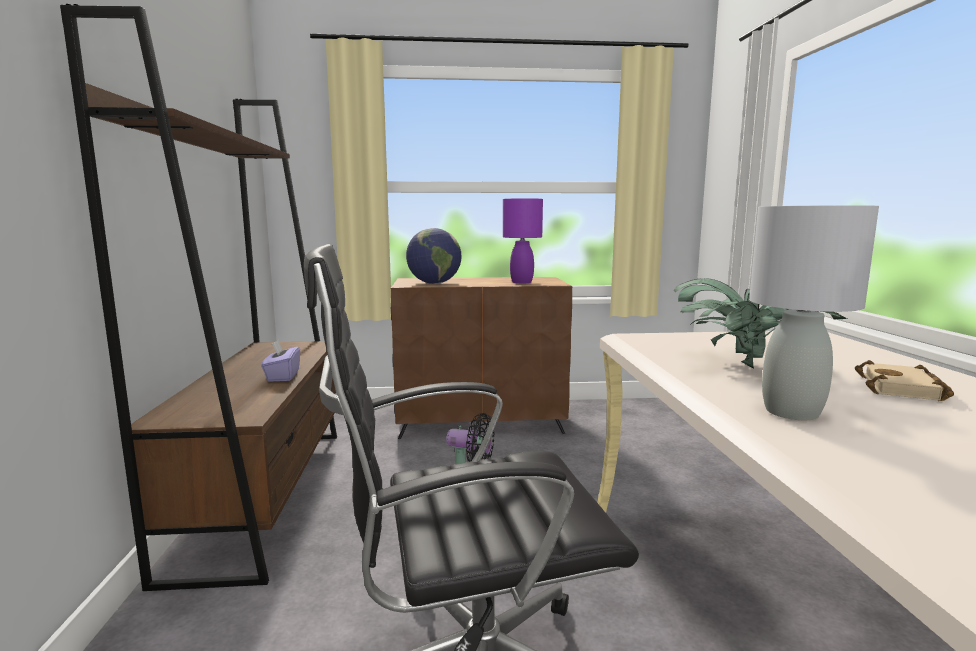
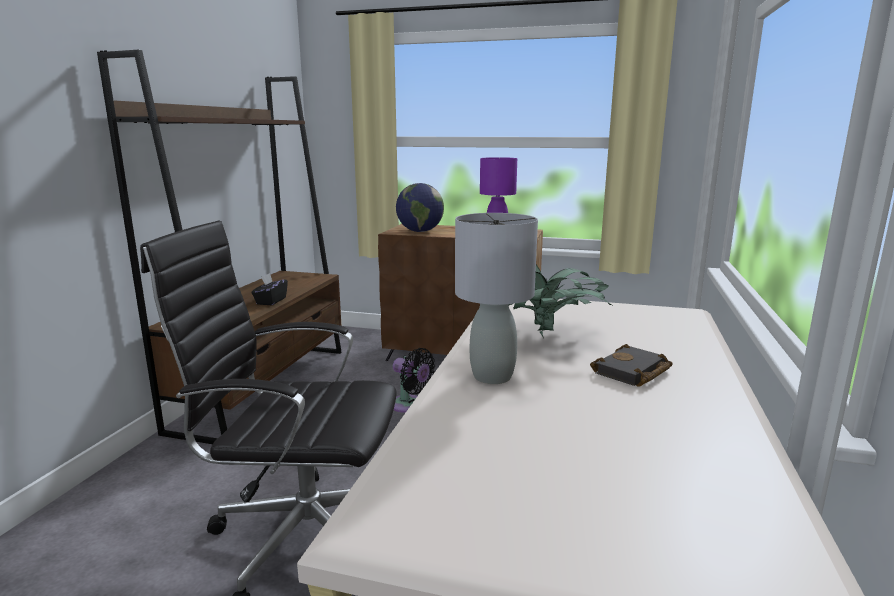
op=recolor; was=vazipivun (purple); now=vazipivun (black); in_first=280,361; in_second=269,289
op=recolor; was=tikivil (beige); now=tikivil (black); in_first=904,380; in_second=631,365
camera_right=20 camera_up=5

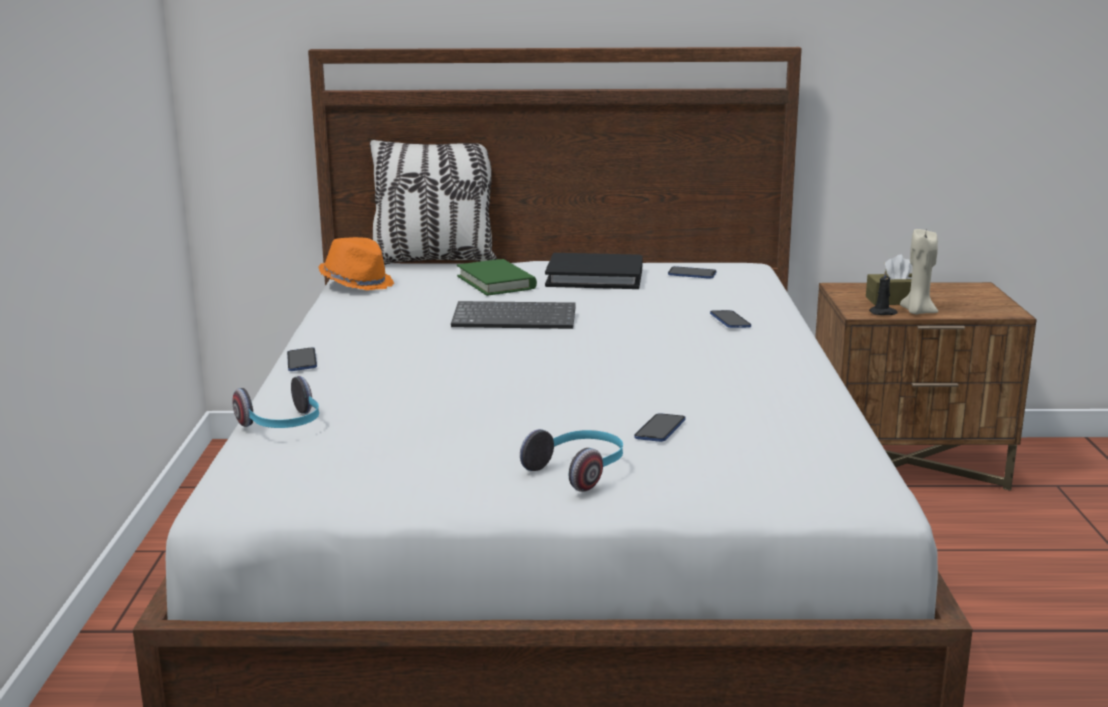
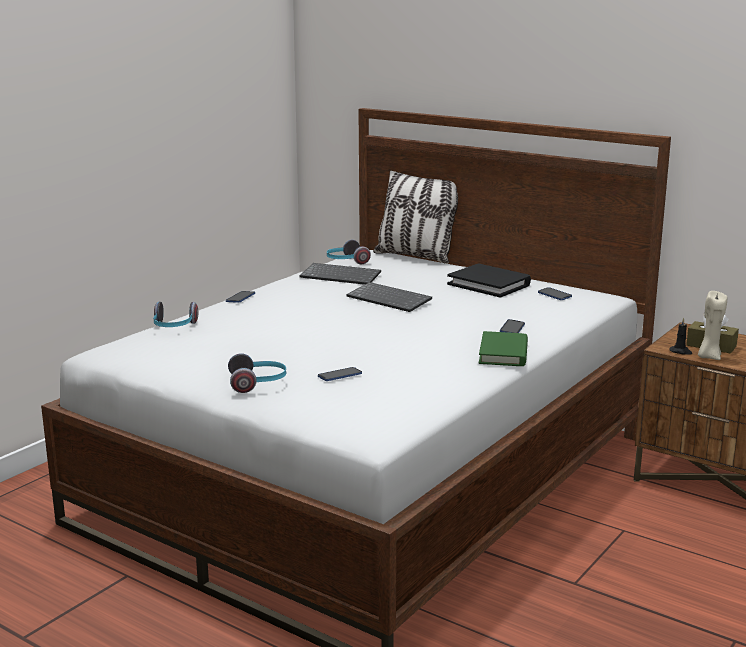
op=replace; was=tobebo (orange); now=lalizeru; in_first=356,263; in_second=349,252
op=move; was=tikivil (green); in_first=497,277; in_second=503,348
op=insert; now=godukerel; in_second=340,274
camera_right=35 camera_up=0

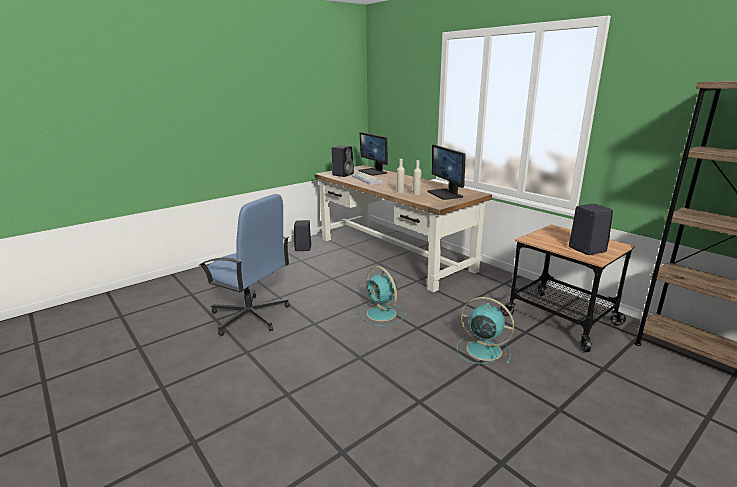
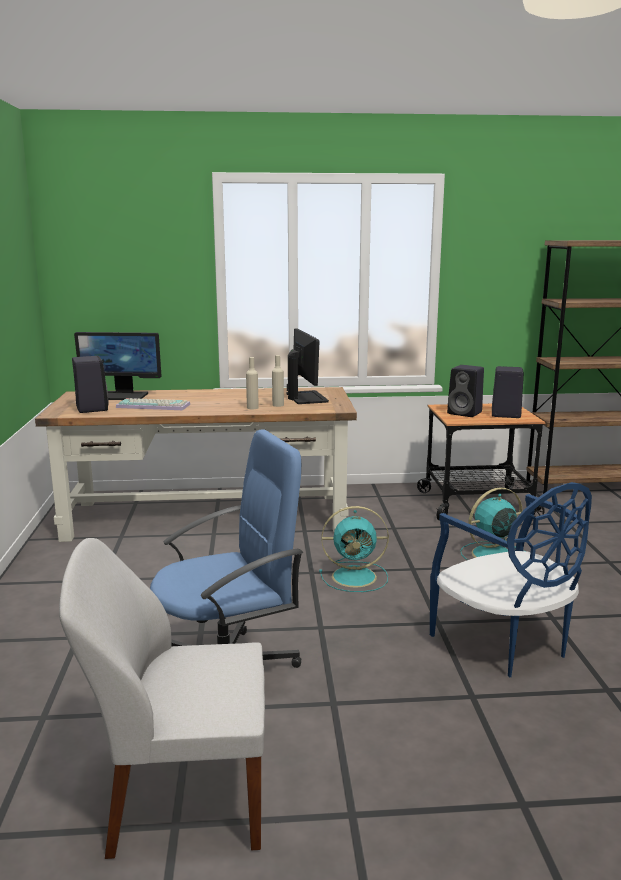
op=move; was=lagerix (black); in_first=302,235; in_second=465,391
op=rotate; was=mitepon; in_first=446,172; in_second=308,366; clockwise=-120
op=insert; now=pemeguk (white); in_second=162,698
op=insert; now=pemeguk (blue); in_second=511,579
camera_right=-55 camera_up=-5

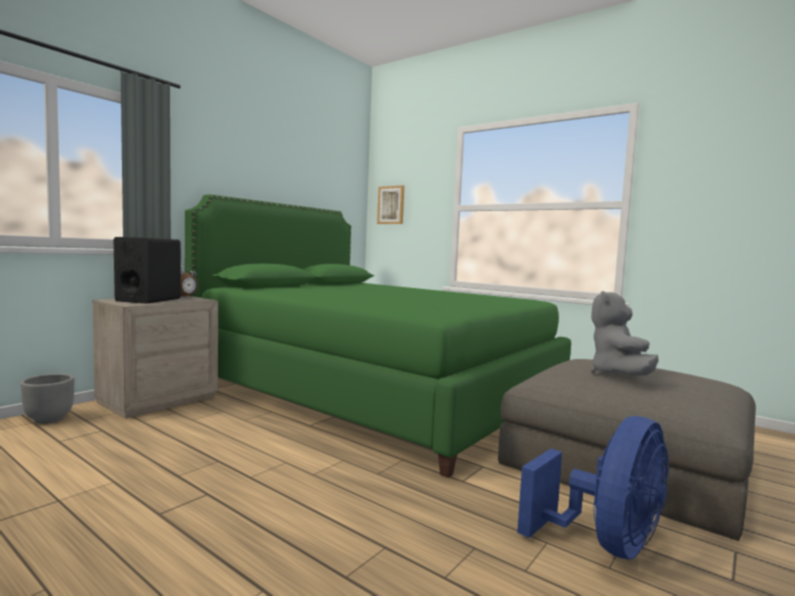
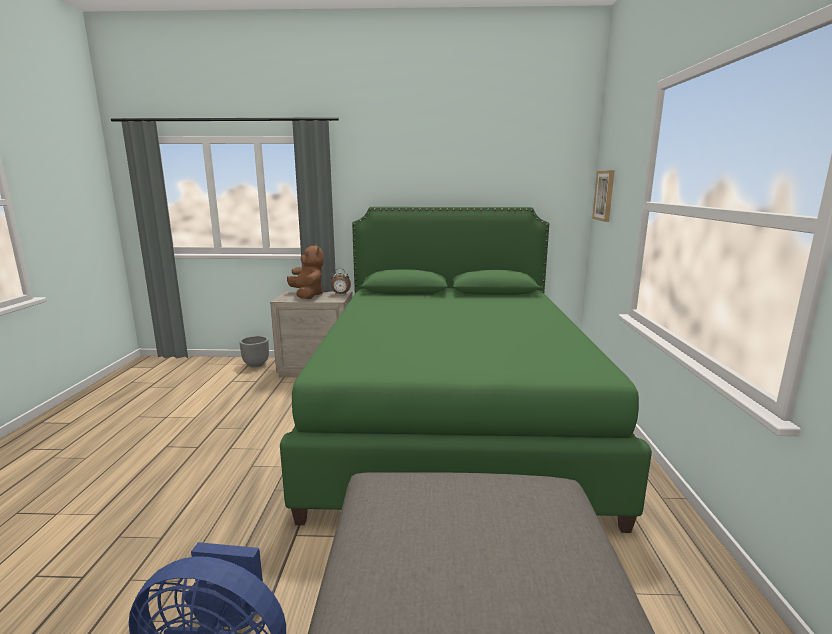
op=replace; was=lagerix (black); now=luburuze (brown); in_first=147,270; in_second=305,271
op=delete; was=luburuze (grey); in_first=624,333
camera_right=55 camera_up=10

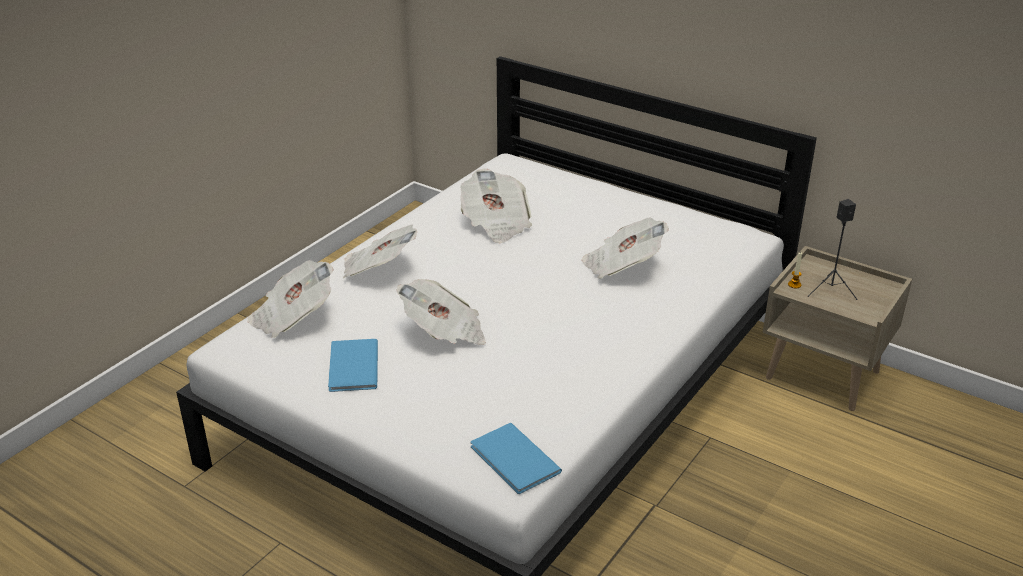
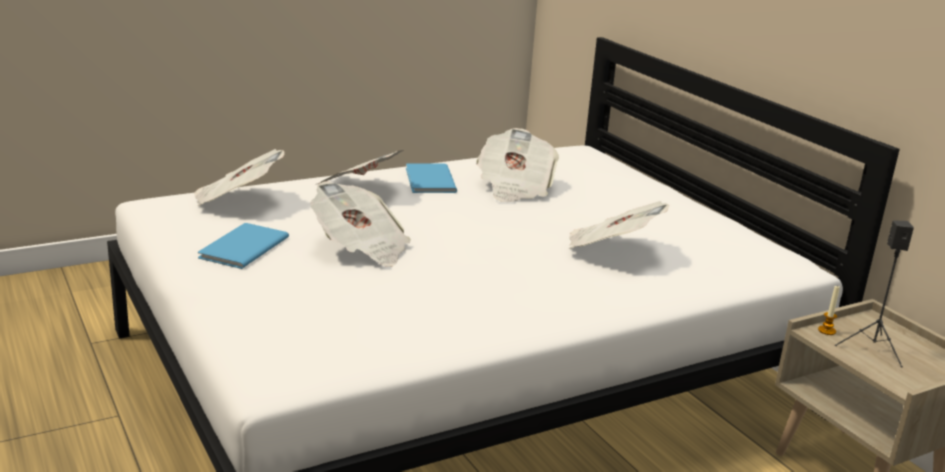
op=move; was=tikivil (blue); in_first=516,458; in_second=431,178
camera_right=25 camera_up=-10

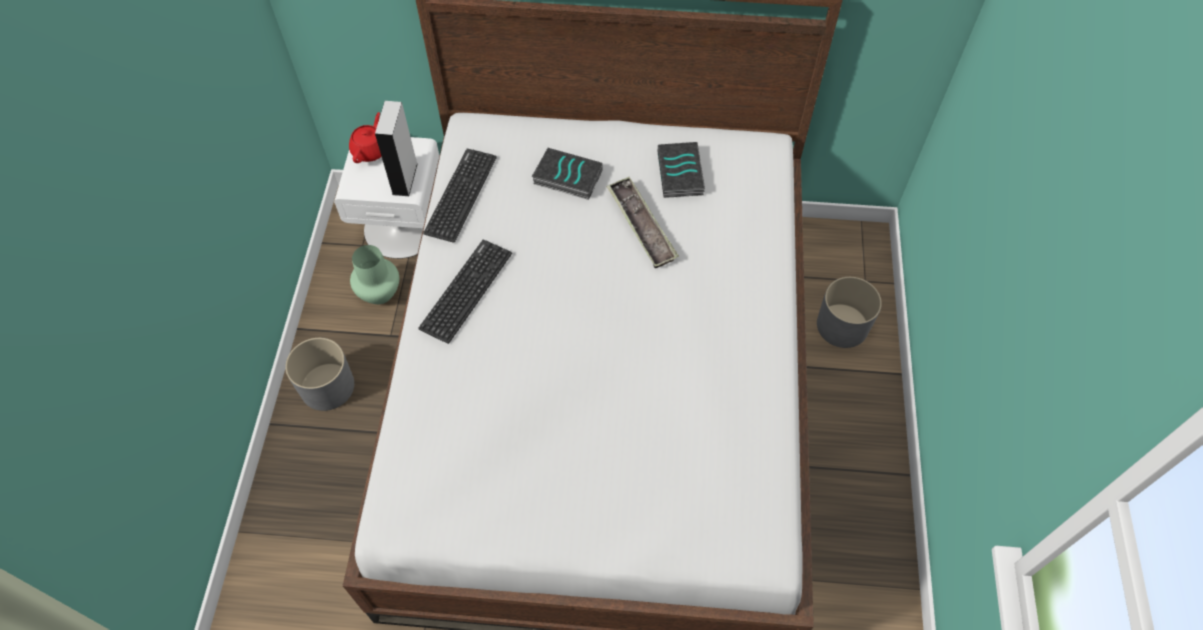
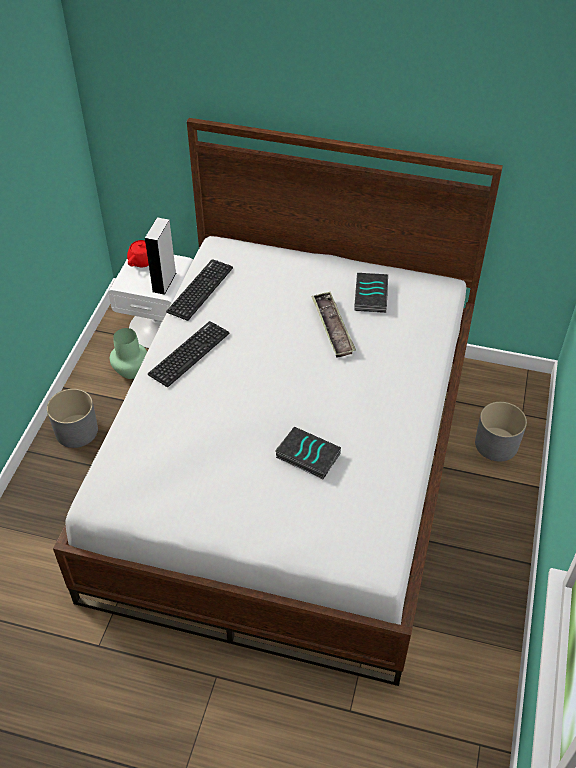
op=move; was=tikivil; in_first=567,174; in_second=308,453
camera_right=10 camera_up=-10

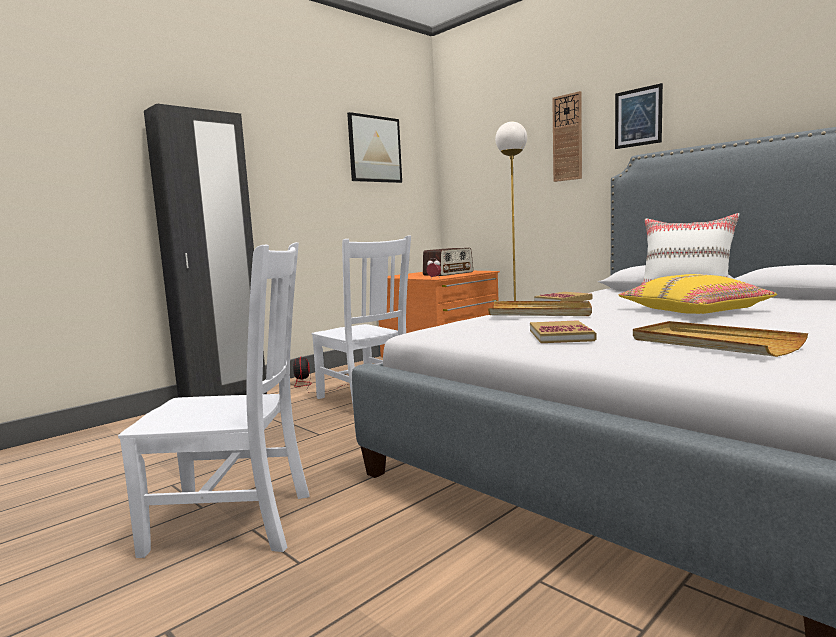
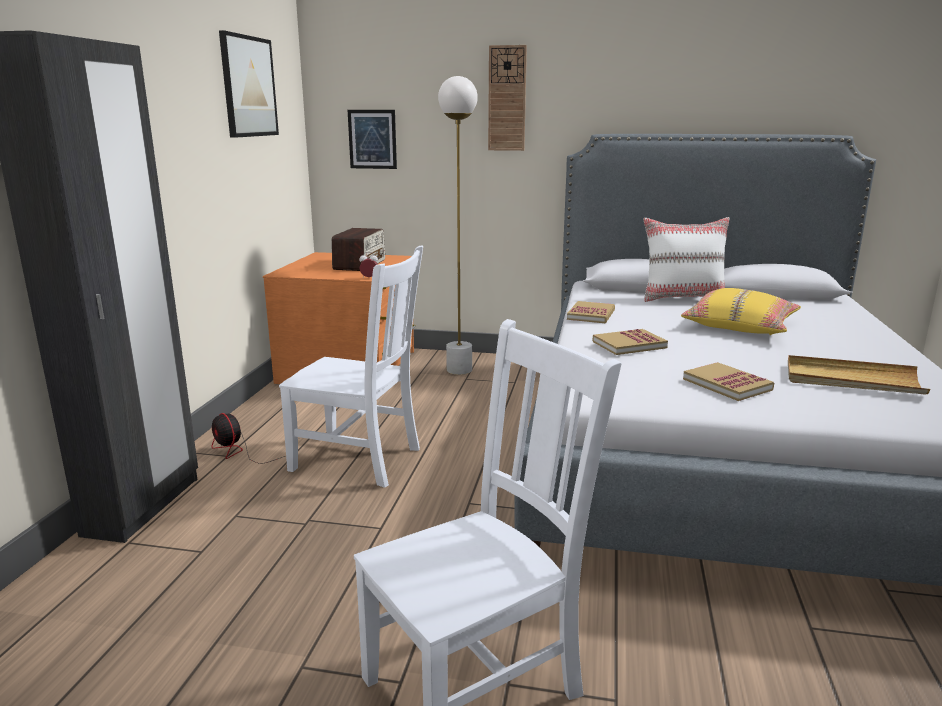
op=replace; was=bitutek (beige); now=tikivil; in_first=540,308; in_second=630,342
op=move; was=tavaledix; in_first=639,116; in_second=372,139
camera_right=-35 camera_up=10

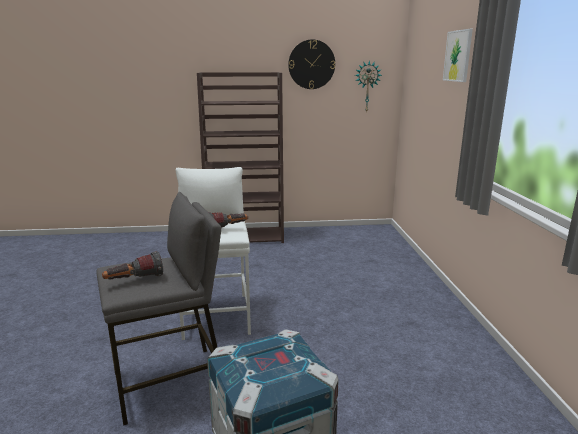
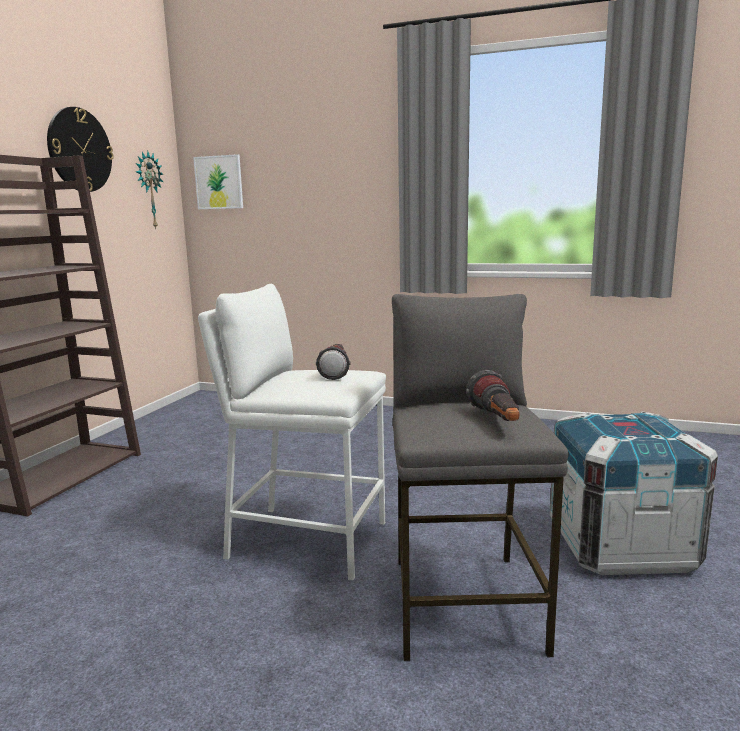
op=move; was=tavaledix; in_first=458,55; in_second=218,181
camera_right=-65 camera_up=-5

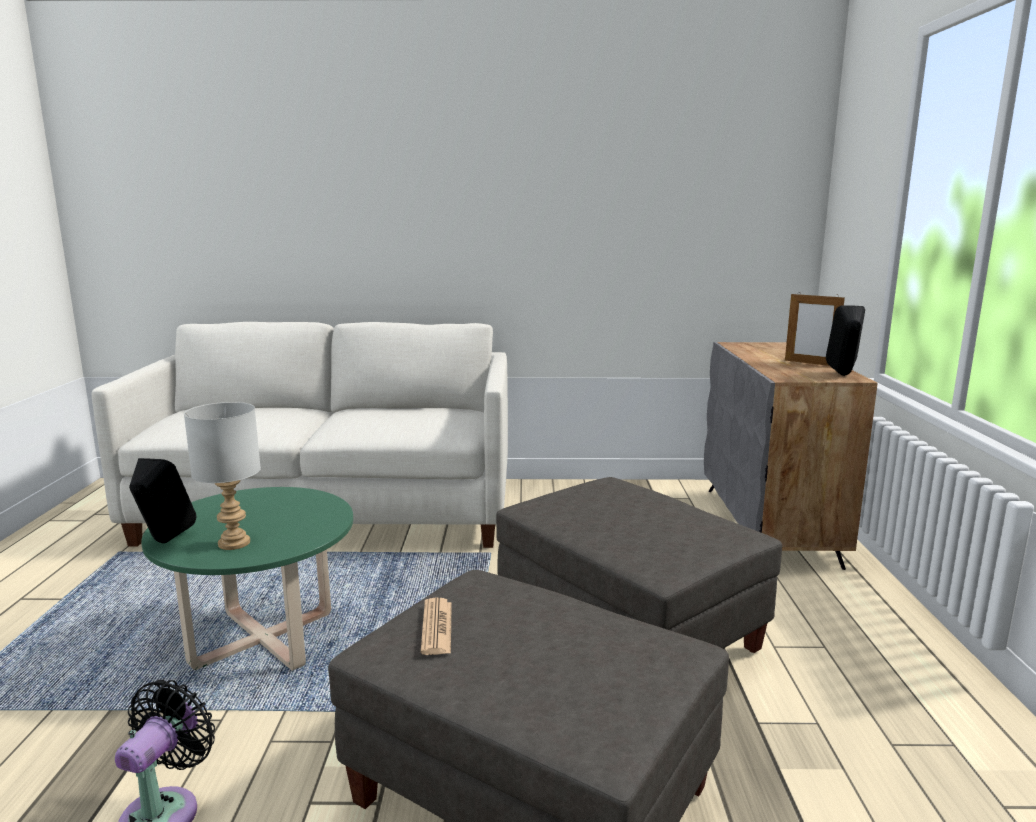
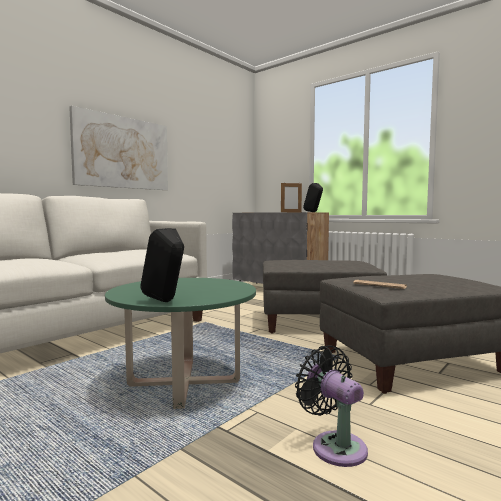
op=delete; was=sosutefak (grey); in_first=222,476
op=insert; now=tavaledix; in_second=118,148
camera_right=-50 camera_up=-10

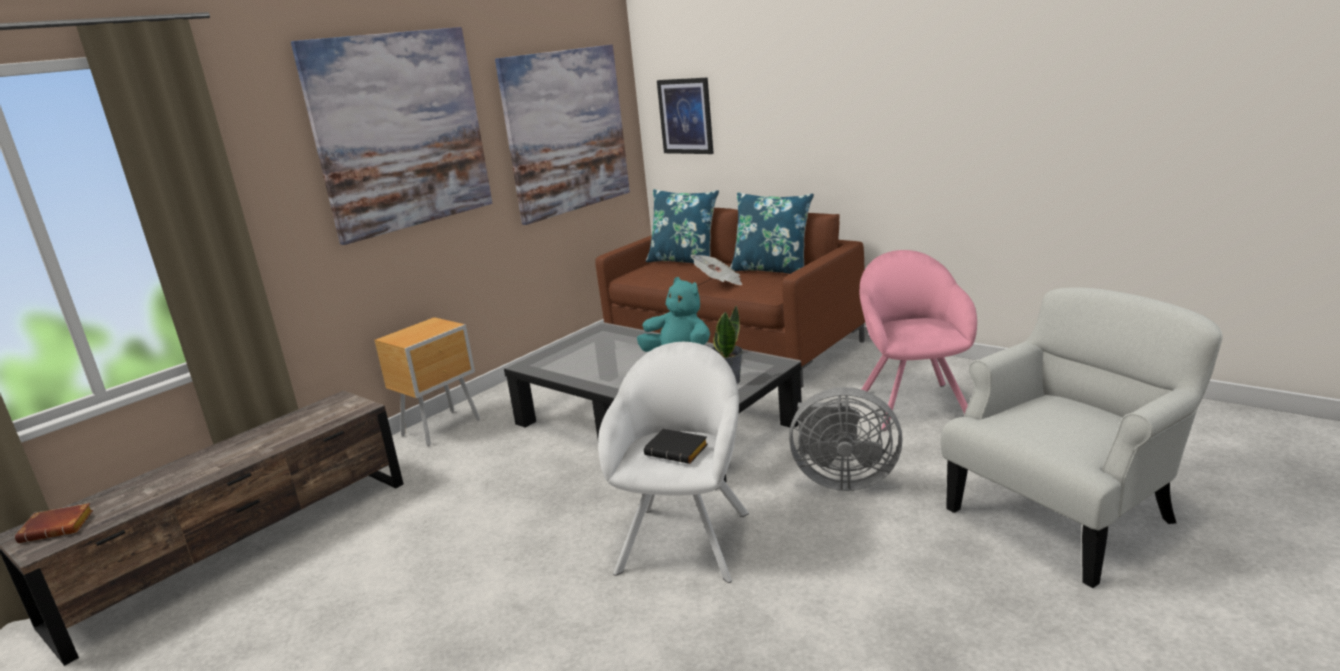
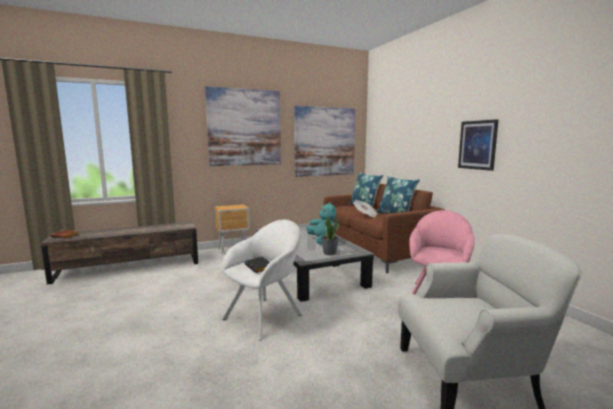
op=move; was=tavaledix; in_first=685,116; in_second=478,145
op=delete; was=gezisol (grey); in_first=846,439
camera_right=25 camera_up=-10

